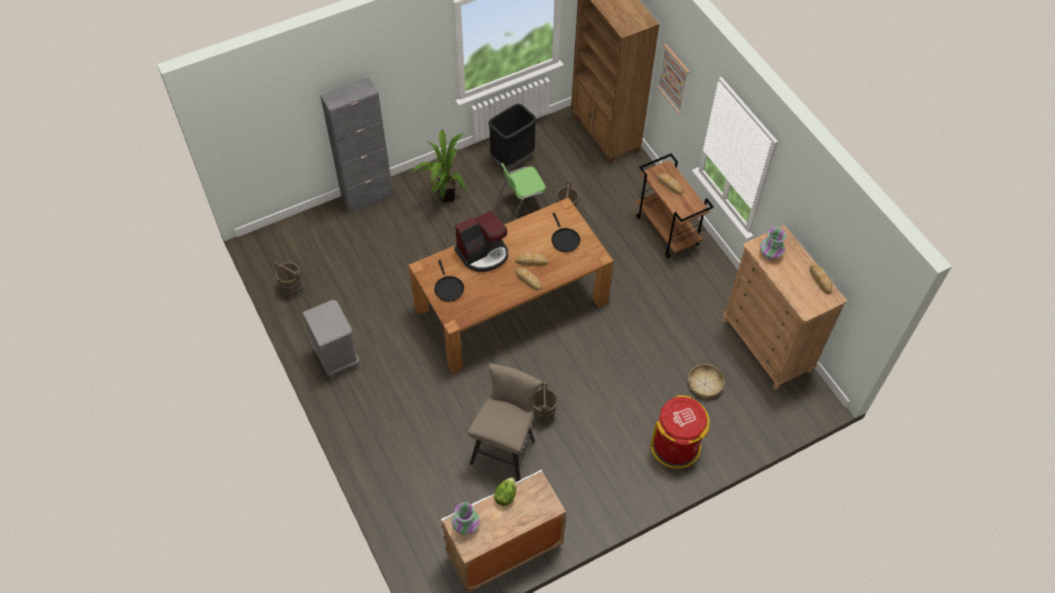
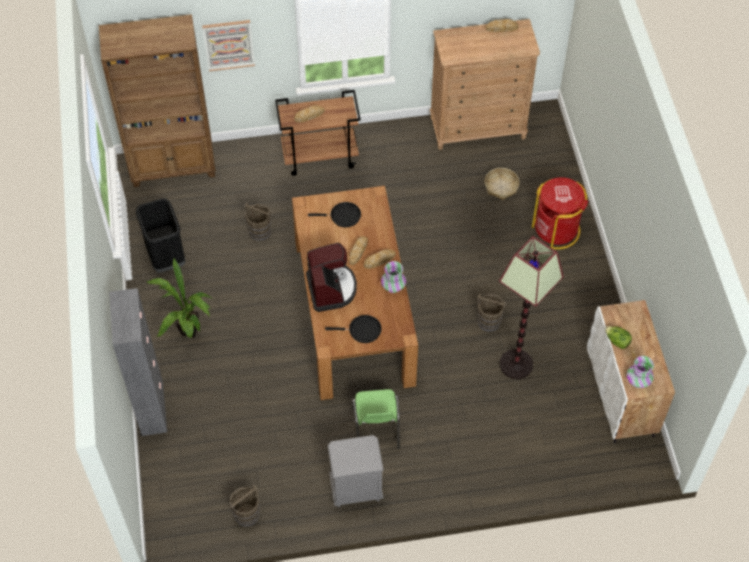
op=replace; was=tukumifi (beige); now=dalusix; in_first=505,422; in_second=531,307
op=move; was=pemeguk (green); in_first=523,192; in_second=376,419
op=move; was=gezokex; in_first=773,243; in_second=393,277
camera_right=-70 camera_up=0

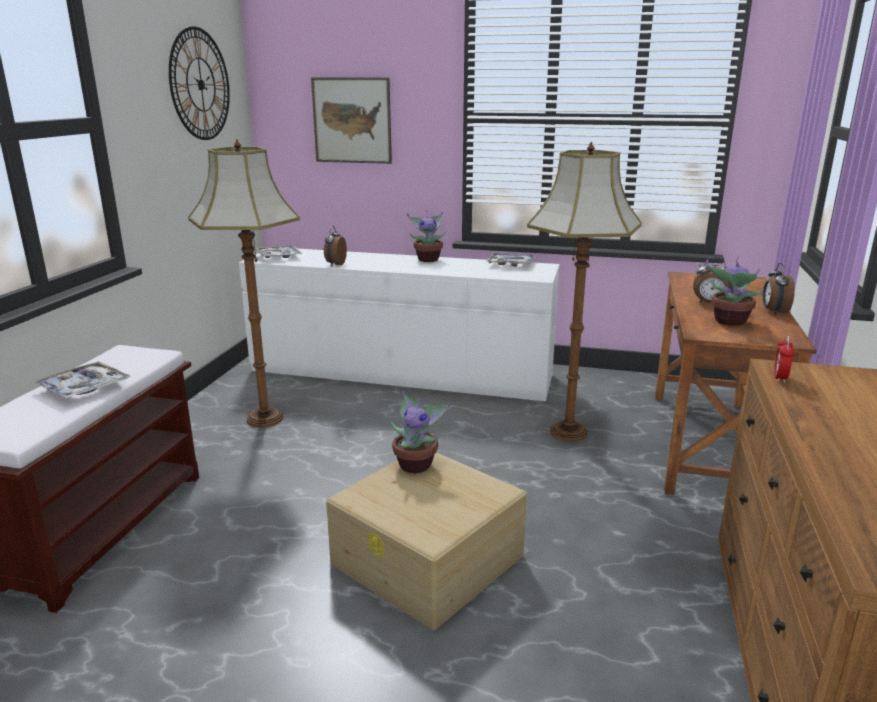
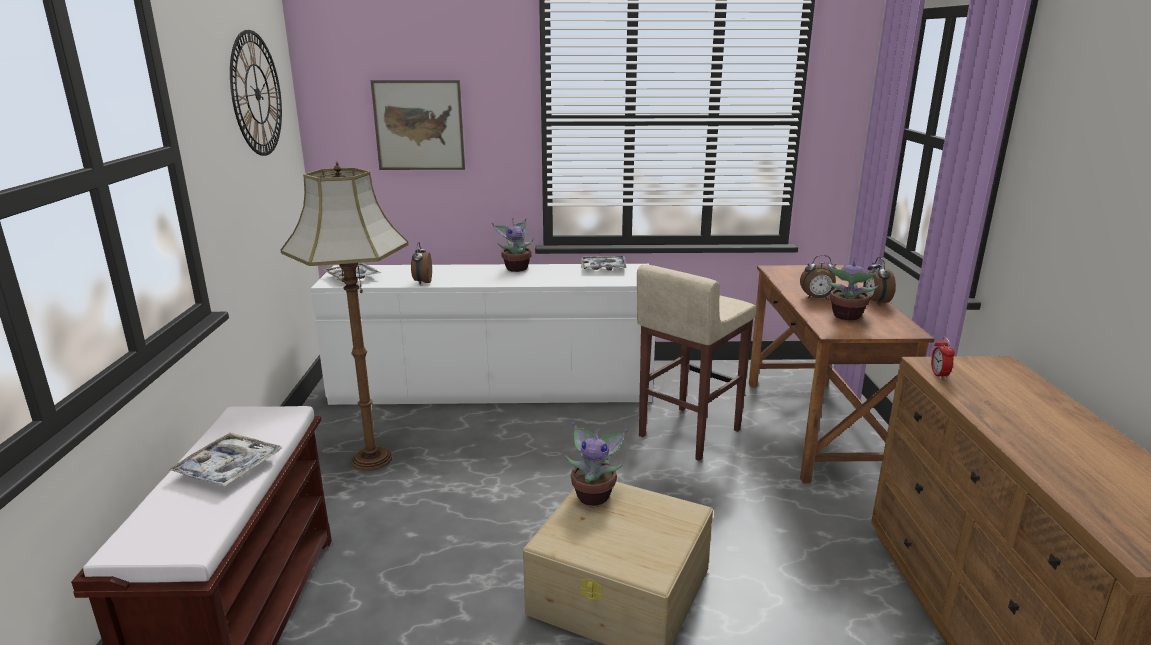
op=replace; was=dalusix; now=tukumifi (beige); in_first=584,291; in_second=696,363
camera_right=-15 camera_up=0

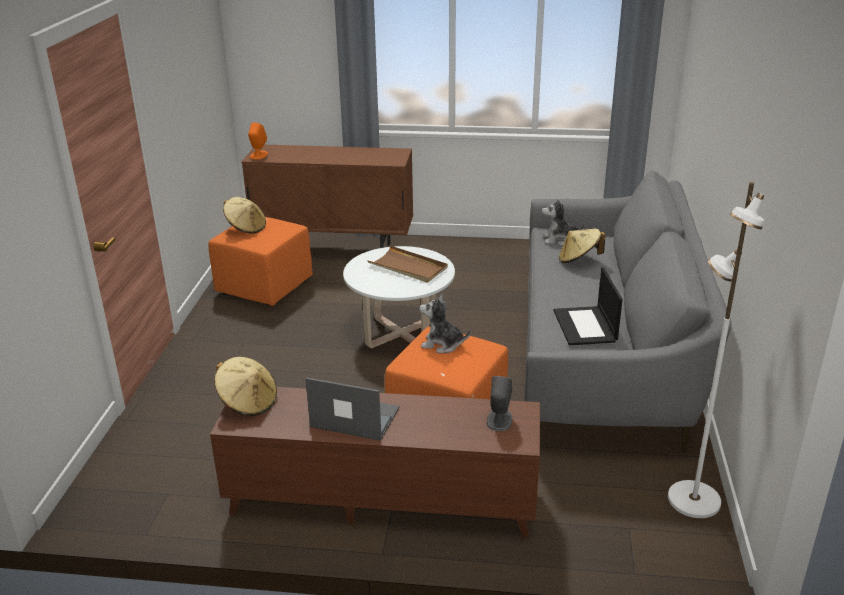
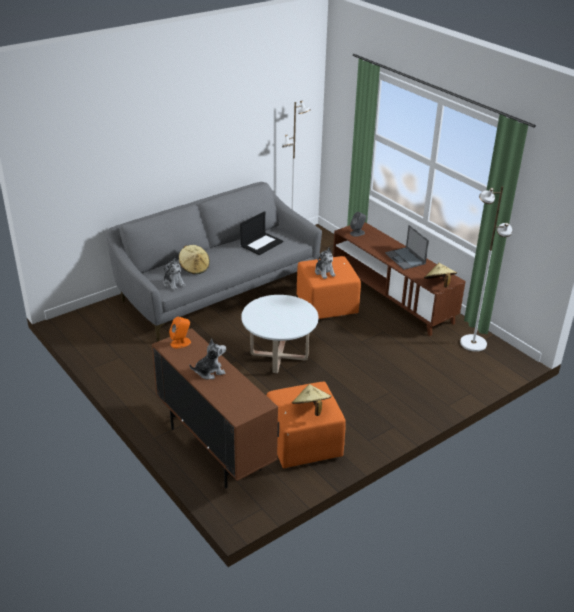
op=move; was=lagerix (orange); in_first=258,141; in_second=180,333
op=delete; was=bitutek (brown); in_first=408,264
op=insert; now=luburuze; in_second=207,359
op=insert; now=dalusix (white); in_second=486,269
camera_right=-135 camera_up=5

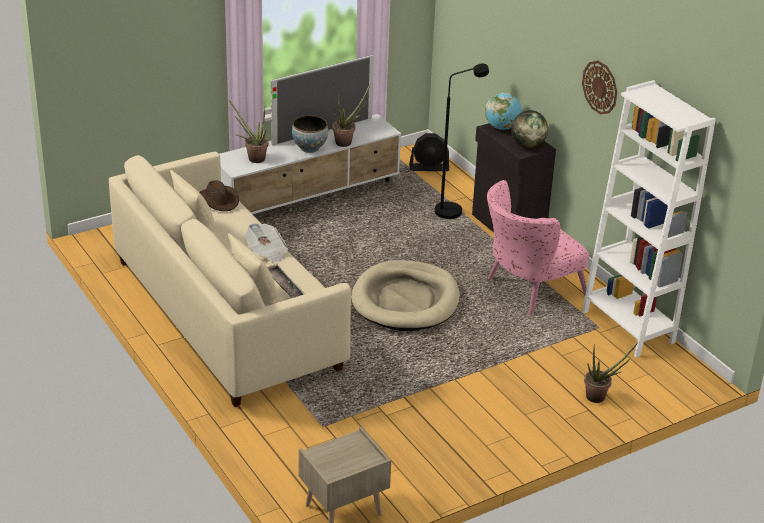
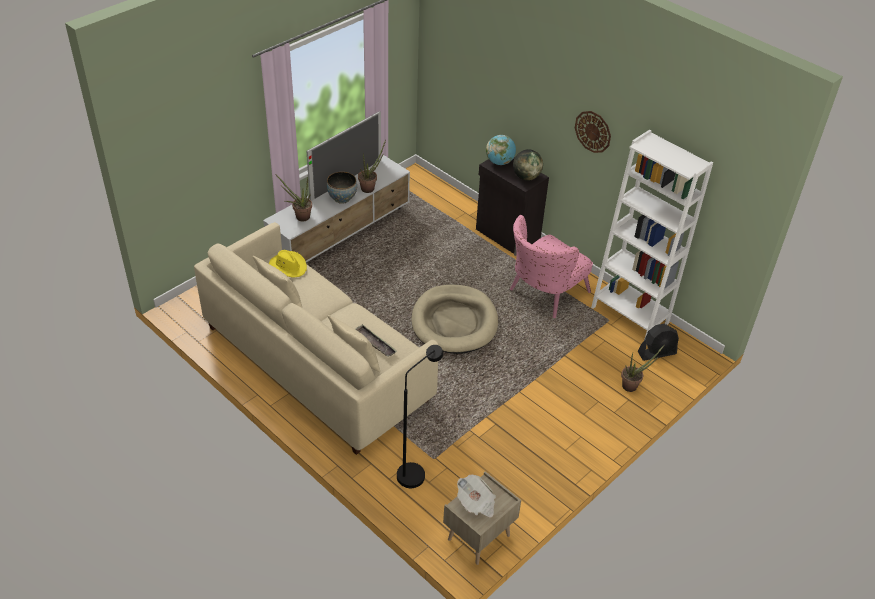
op=recolor; was=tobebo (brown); now=tobebo (yellow); in_first=219,195; in_second=288,264
op=move; was=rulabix; in_first=266,243; in_second=476,496
op=move; was=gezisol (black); in_first=429,152; in_second=658,342
op=move; was=dalusix (black); in_first=462,141; in_second=420,416
camera_right=-15 camera_up=10

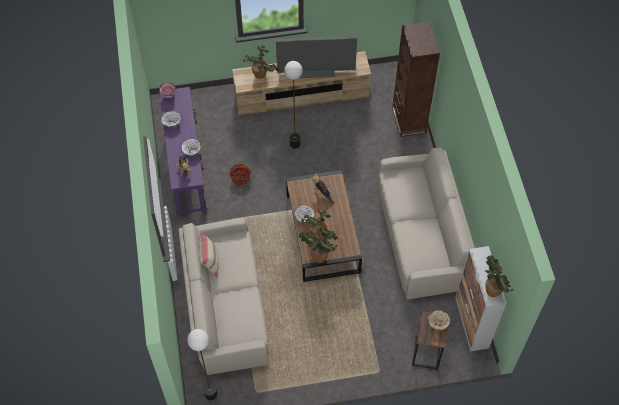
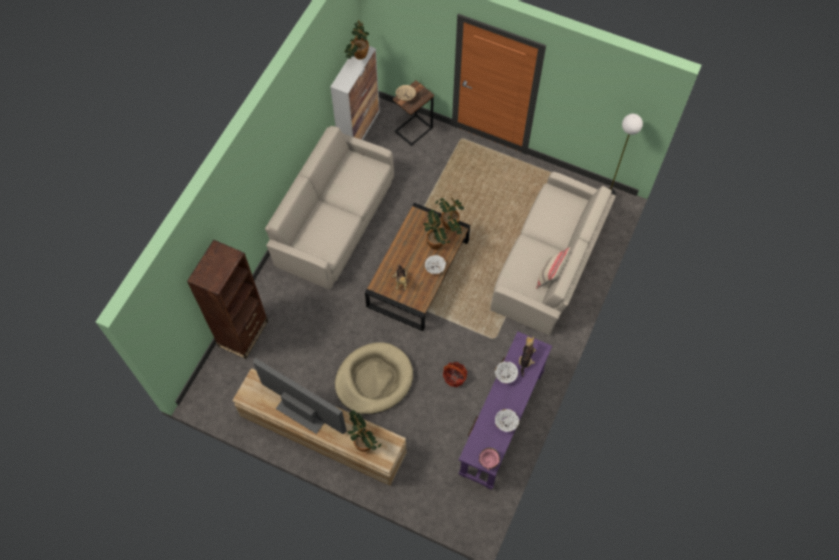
op=replace; was=dalusix; now=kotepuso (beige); in_first=293,105; in_second=374,378
camera_right=-145 camera_up=5

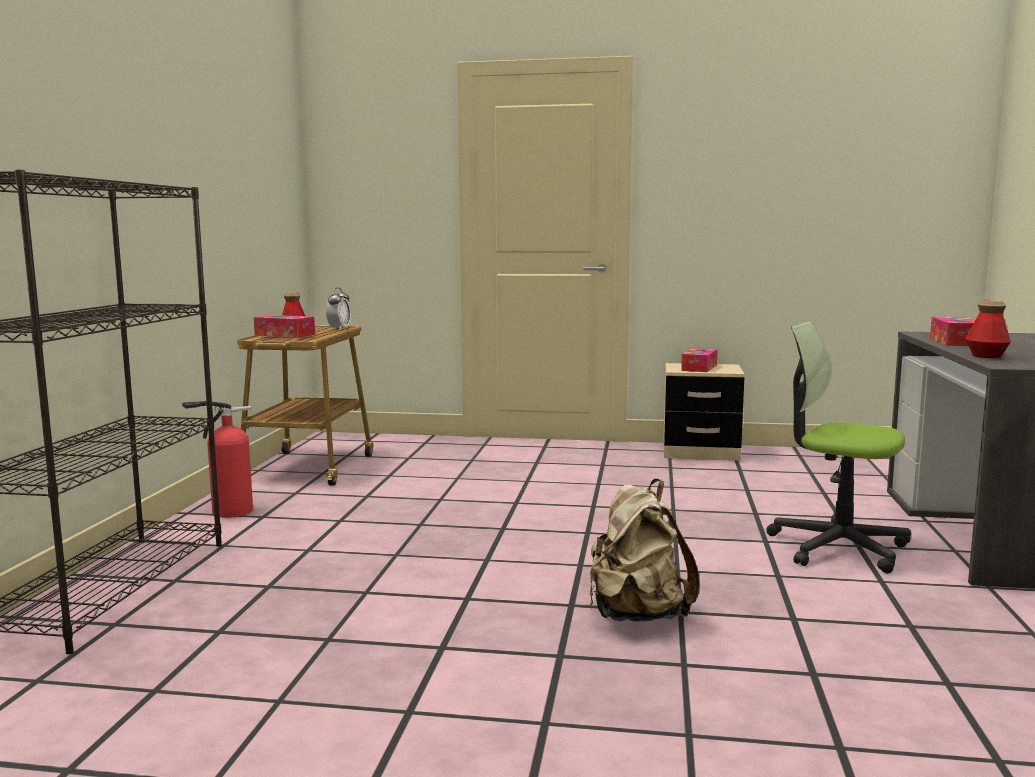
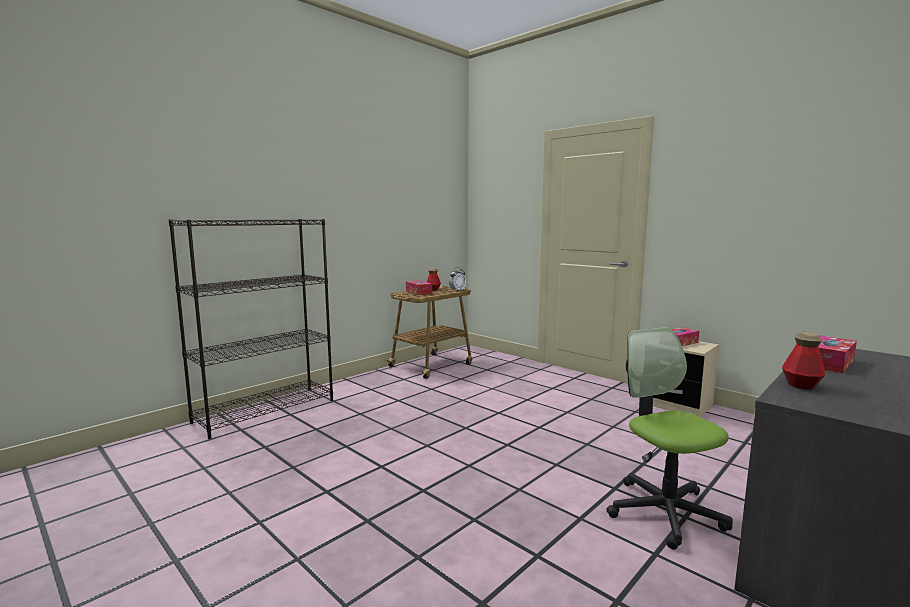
op=delete; was=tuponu; in_first=217,459
op=delete; was=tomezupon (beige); in_first=644,550
camera_right=35 camera_up=0

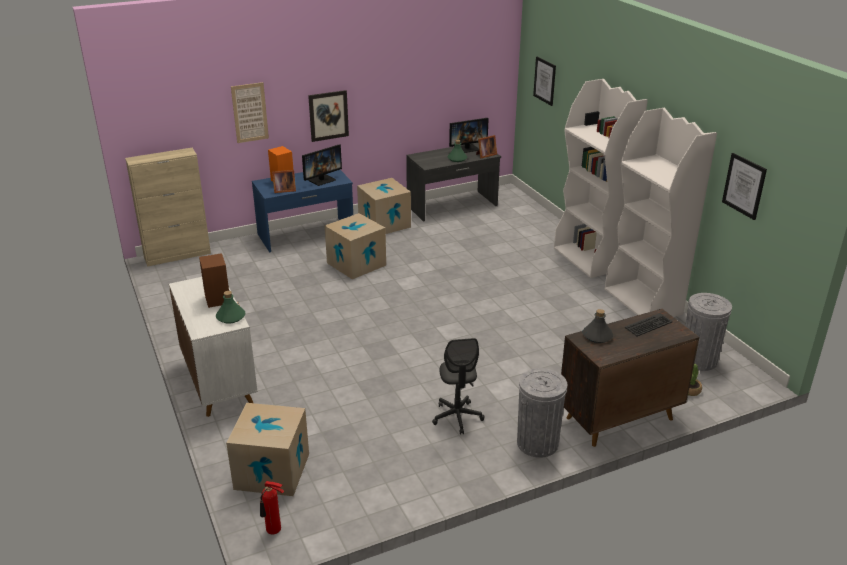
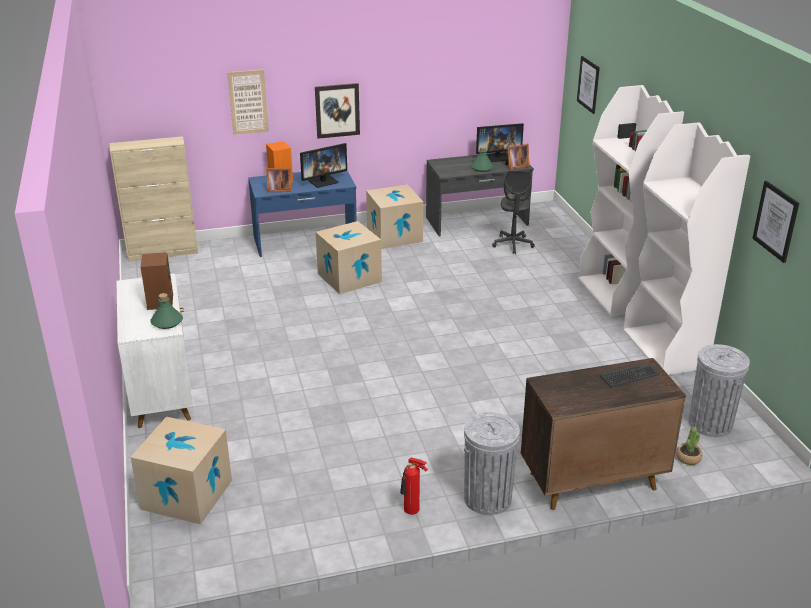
op=move; was=tuponu; in_first=272,507; in_second=414,486
op=move; was=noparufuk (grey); in_first=458,386; in_second=513,212
op=delete; was=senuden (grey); in_first=597,326
camera_right=10 camera_up=0

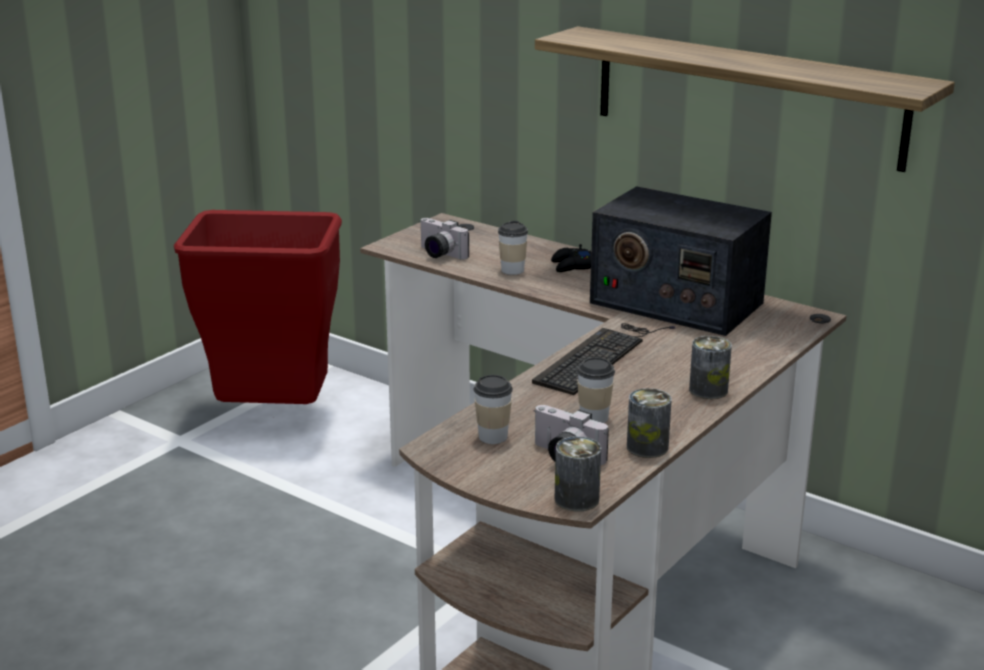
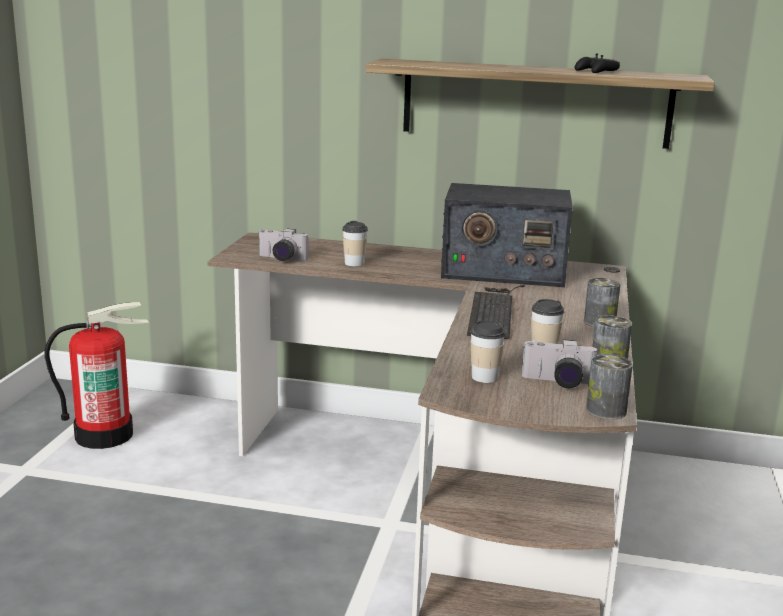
op=replace; was=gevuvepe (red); now=tuponu; in_first=258,307; in_second=96,375
op=move; was=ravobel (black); in_first=571,258; in_second=597,63
camera_right=-25 camera_up=-5

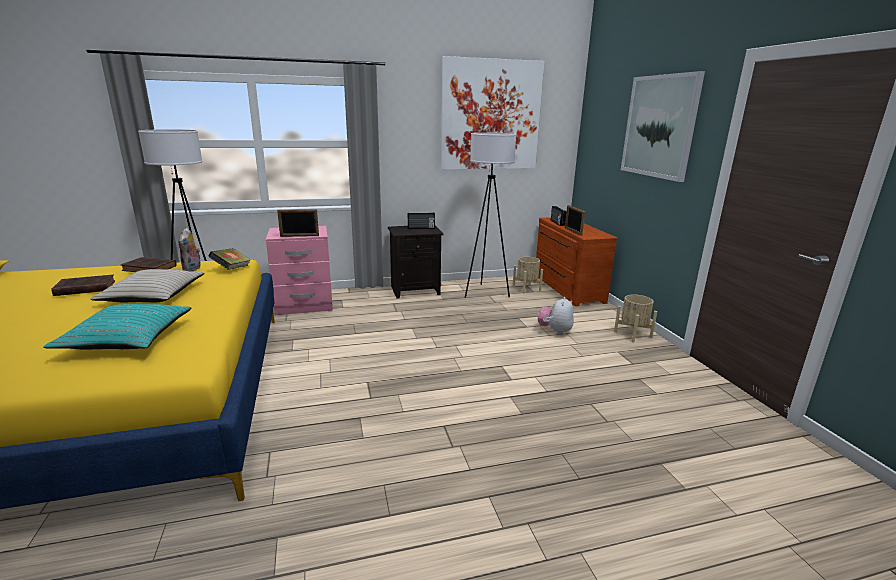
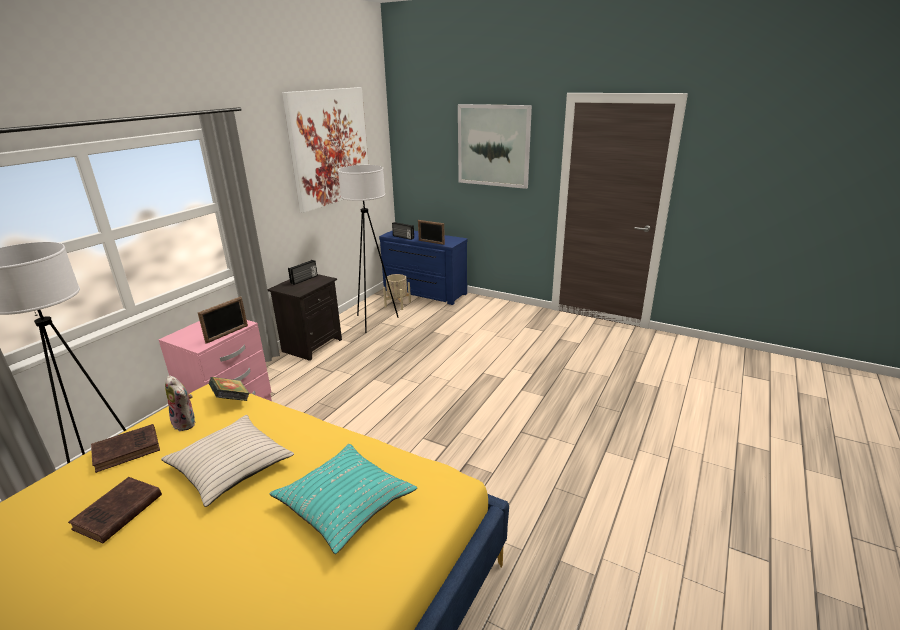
op=recolor; was=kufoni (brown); now=kufoni (blue); in_first=577,262; in_second=423,267
op=delete; was=luburuze; in_first=556,316
op=delete; was=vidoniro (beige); in_first=635,318
camera_right=-45 camera_up=5

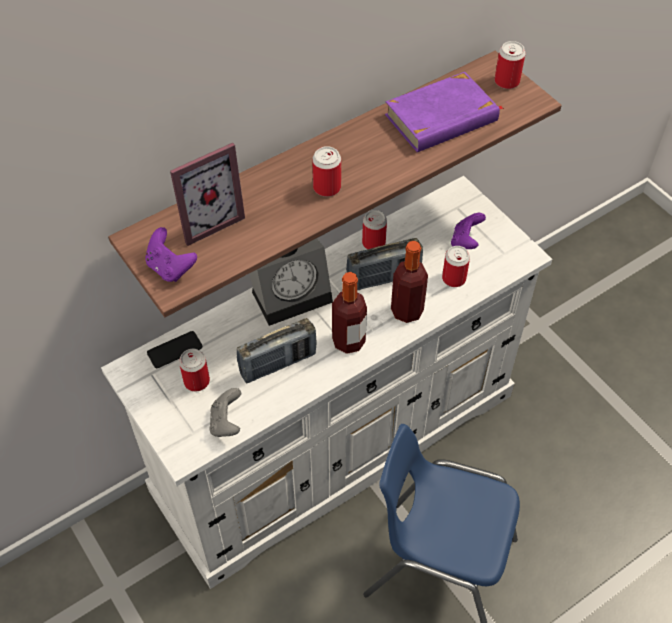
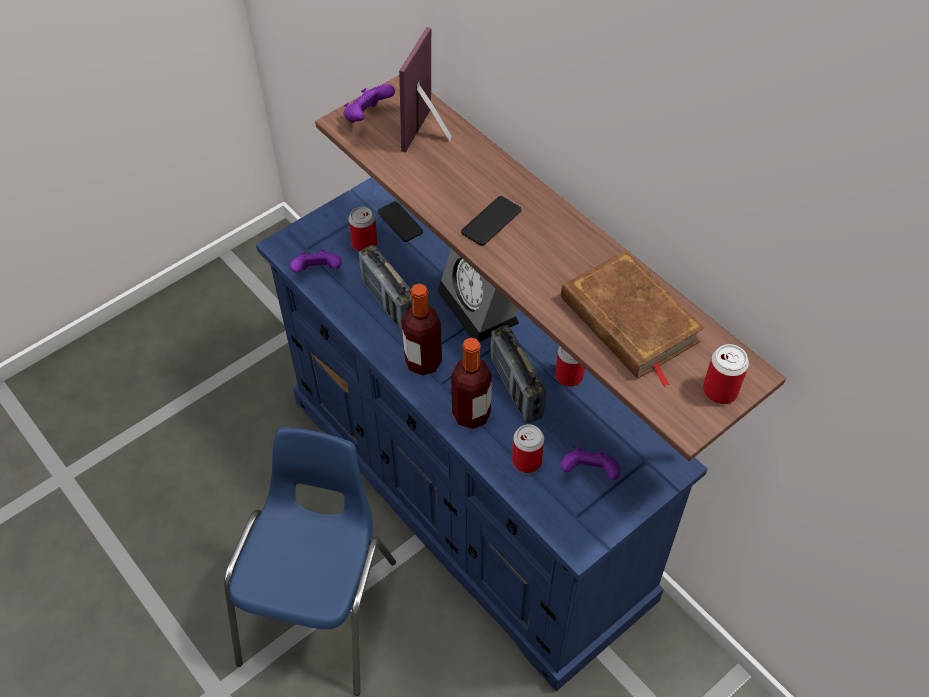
op=recolor; was=kufoni (white); now=kufoni (blue); in_first=326,382; in_second=481,434
op=rotate; was=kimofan; in_first=207,194; in_second=425,90; clockwise=60
op=recolor; was=ravobel (grey); now=ravobel (purple); in_first=225,412; in_second=316,261
op=replace; was=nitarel; now=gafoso; in_first=326,171; in_second=491,221
op=recolor; was=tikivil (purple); now=tikivil (brown); in_first=444,112; in_second=632,319
camera_right=85 camera_up=0

